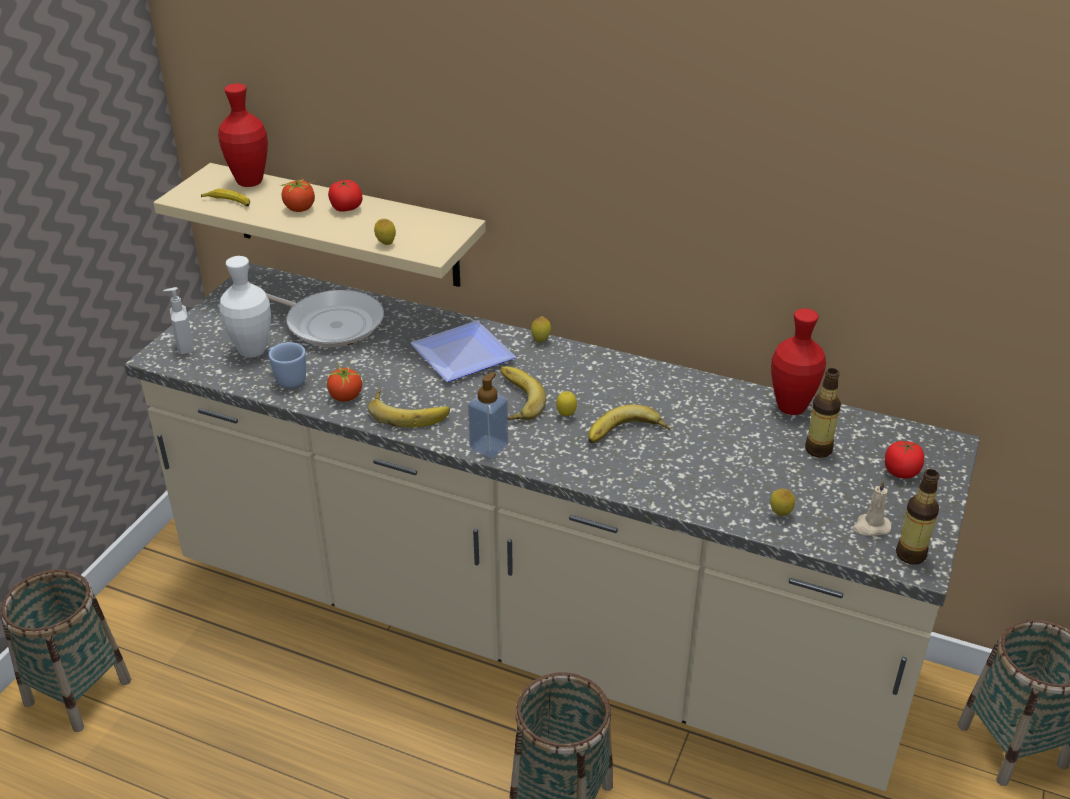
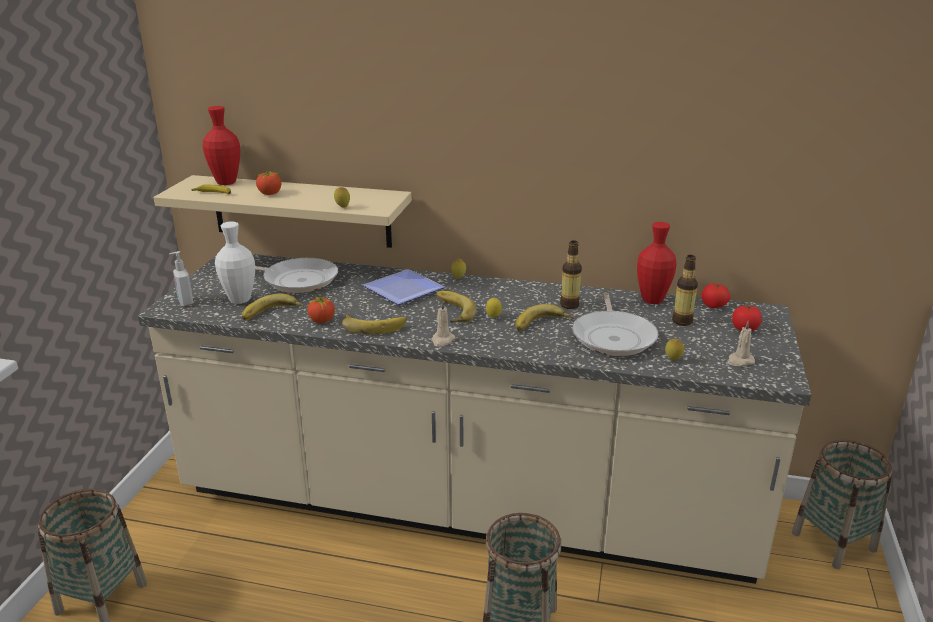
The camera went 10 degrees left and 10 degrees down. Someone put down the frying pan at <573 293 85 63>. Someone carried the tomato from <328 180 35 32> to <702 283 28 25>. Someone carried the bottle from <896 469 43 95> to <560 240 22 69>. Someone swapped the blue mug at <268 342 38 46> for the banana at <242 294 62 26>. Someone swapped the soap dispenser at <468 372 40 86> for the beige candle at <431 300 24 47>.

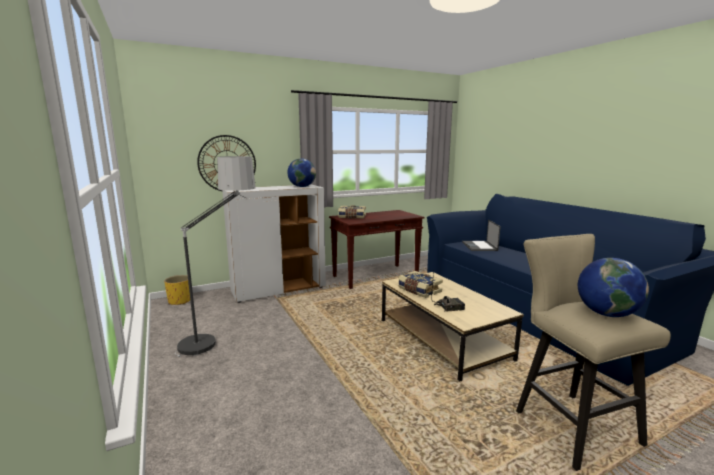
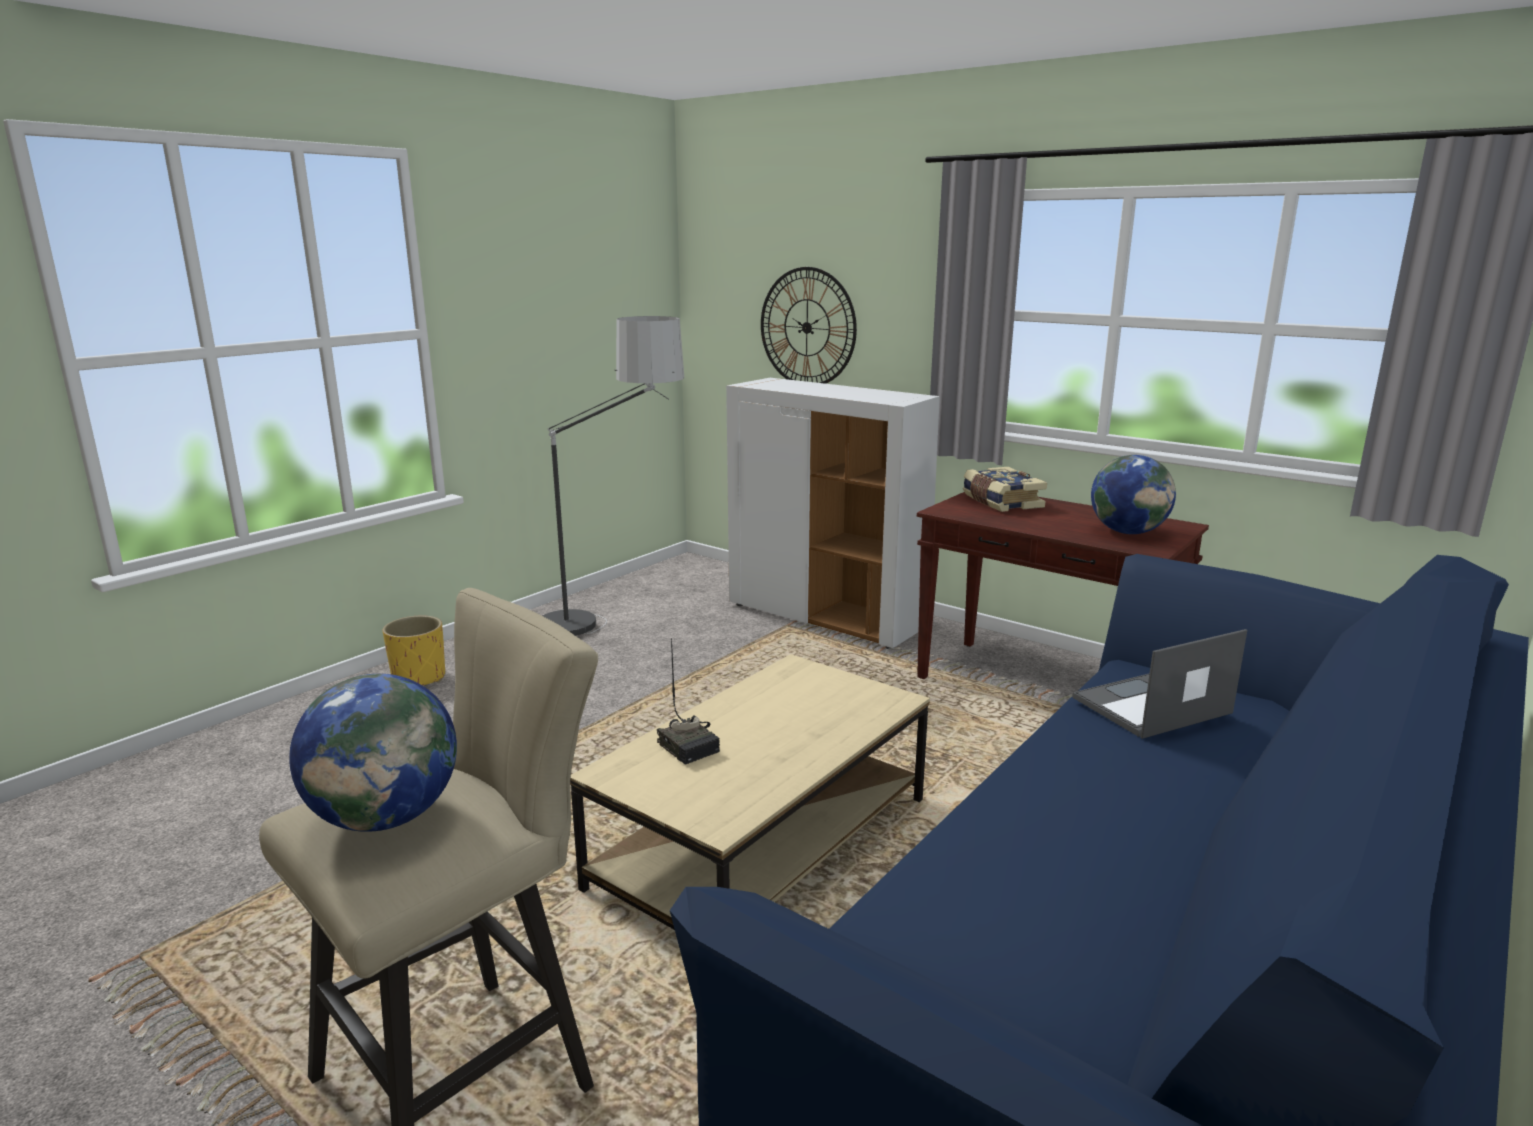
The camera went 65 degrees right and 5 degrees up. Someone took away the book at <398 271 45 27>. Someone carried the yellow planter from <164 275 26 30> to <383 616 62 69>. Someone carried the globe from <287 158 29 29> to <1091 455 85 79>.

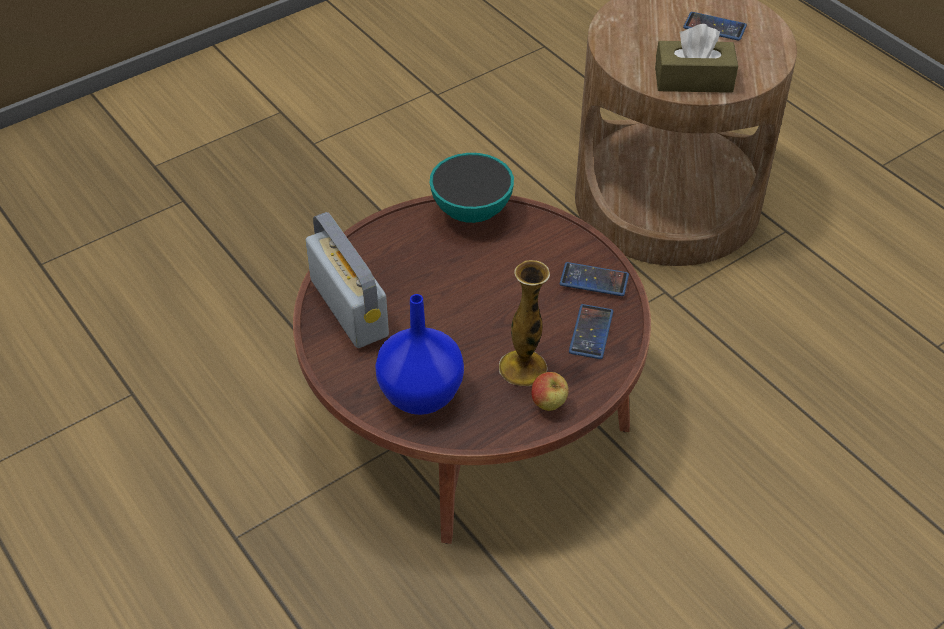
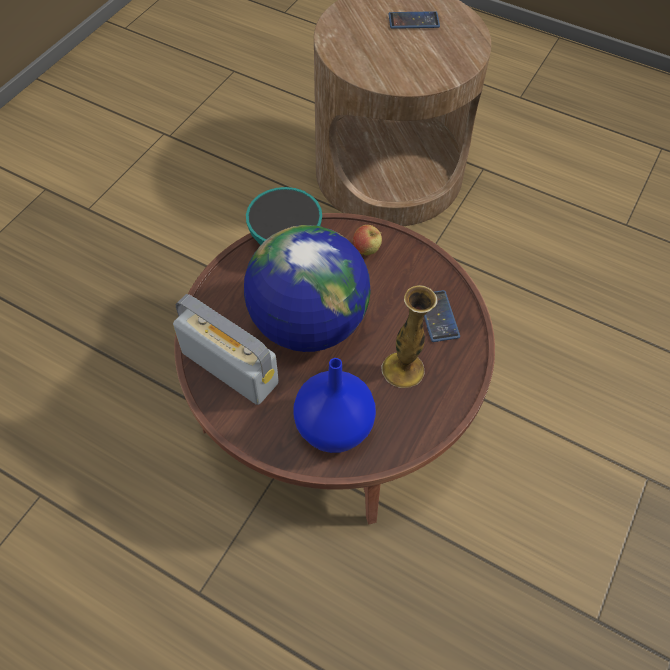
The camera went 25 degrees left and 10 degrees up. Someone took away the phone at <560 262 69 34>. Someone took away the brown tissue box at <655 24 83 69>. Someone put down the globe at <244 225 127 127>. Someone carried the apple from <531 372 38 39> to <353 225 29 30>.

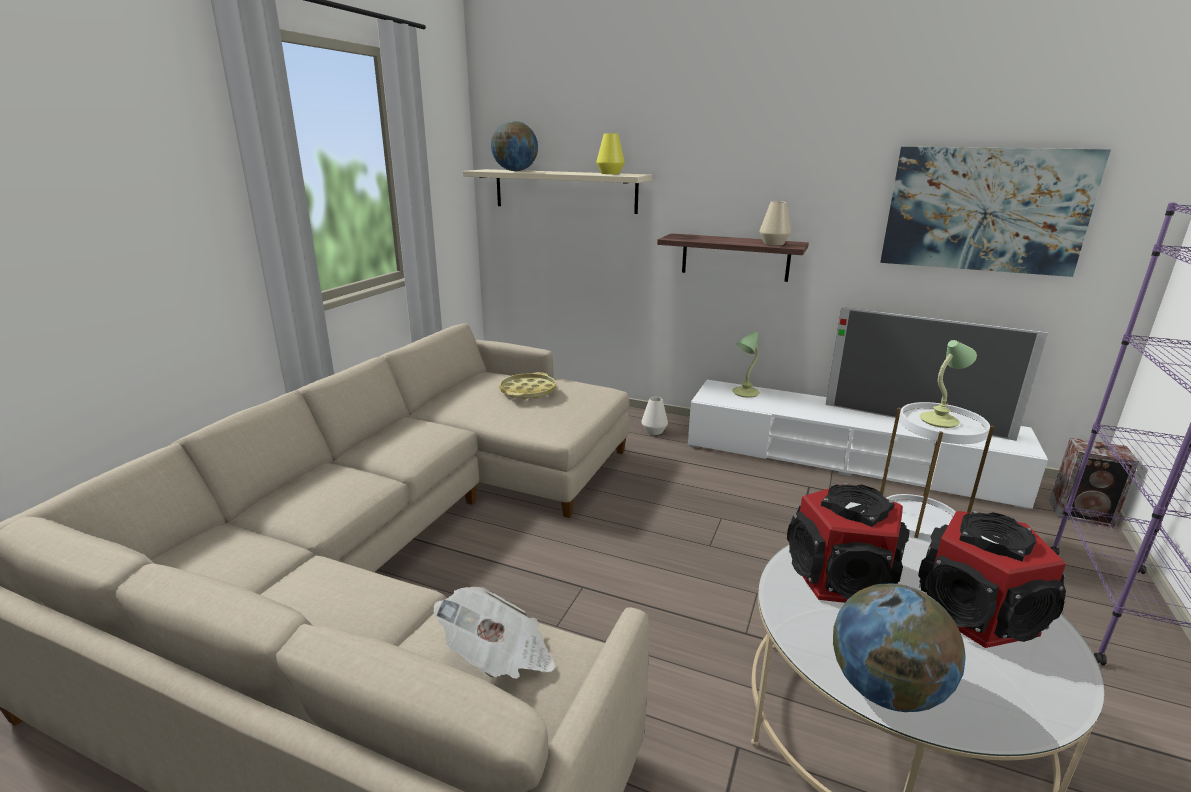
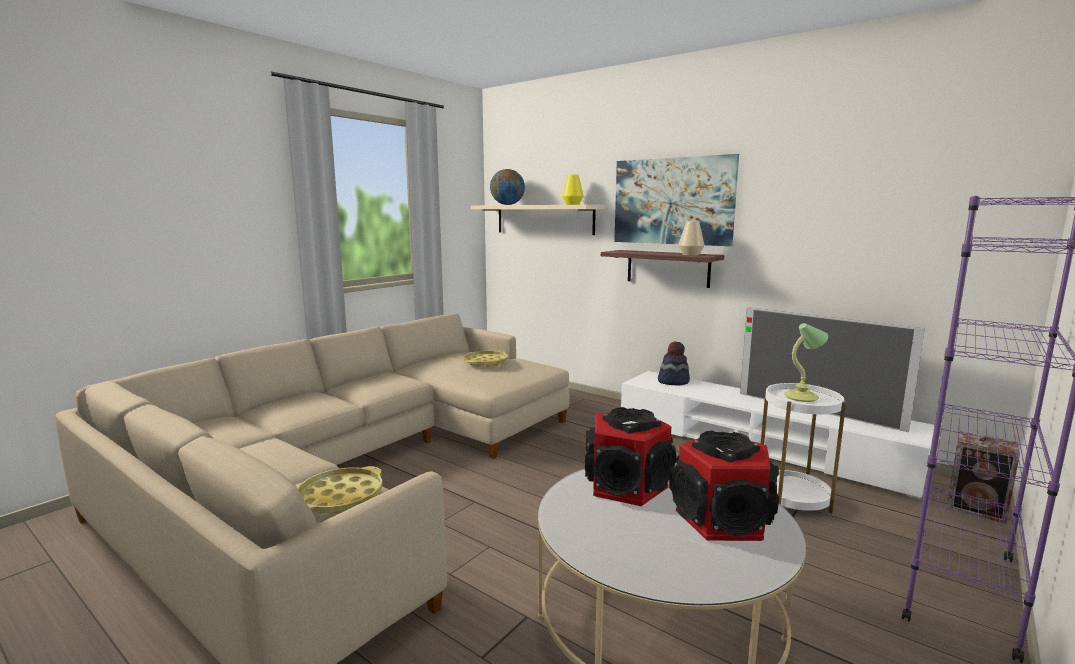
The camera went 15 degrees right and 10 degrees down. Someone took away the white vase at <641 397 27 38>. Someone took away the globe at <833 584 133 128>. Someone carried the picture from <880 147 231 130> to <614 154 125 92>. Someone swapped the newspaper at <434 587 122 92> for the yellow tray at <298 466 85 48>. Someone swapped the table lamp at <733 331 27 67> for the hat at <658 342 32 44>.

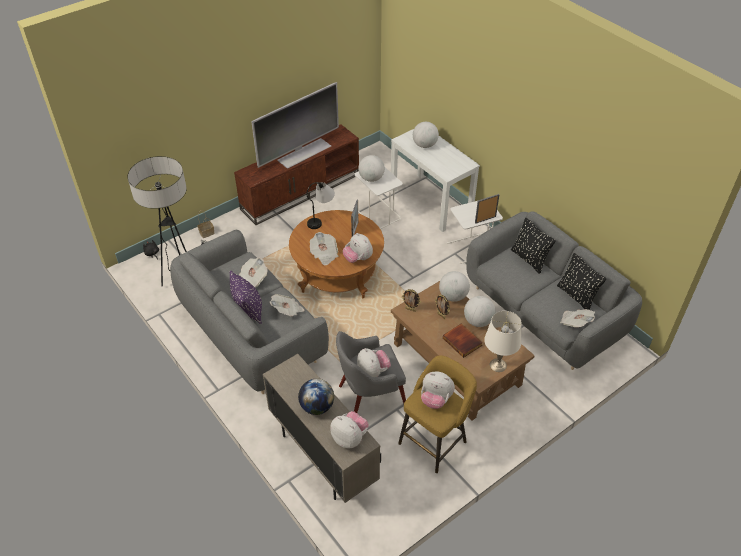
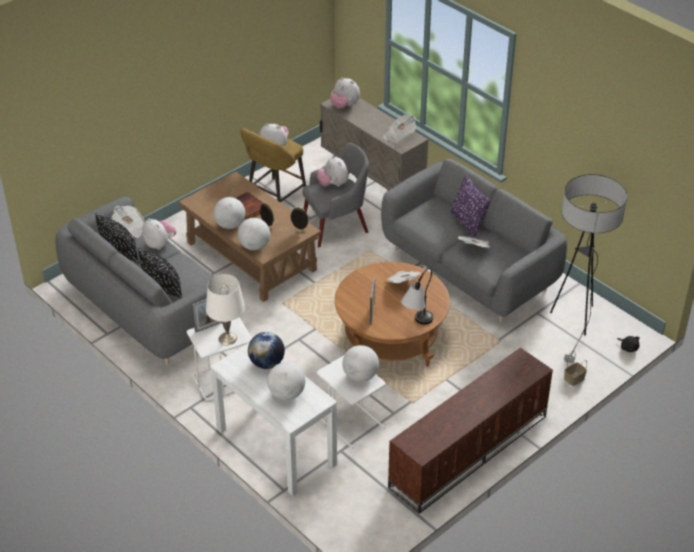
The camera went 175 degrees right and 5 degrees down. Someone took away the television at <252 82 87 87>. Someone carried the newspaper from <270 294 35 22> to <383 115 33 29>. Someone carried the globe from <298 379 36 36> to <248 332 37 37>. Someone carried the plush toy from <343 233 30 30> to <142 218 34 32>. Someone carried the white table lamp from <484 311 38 61> to <206 274 39 71>.

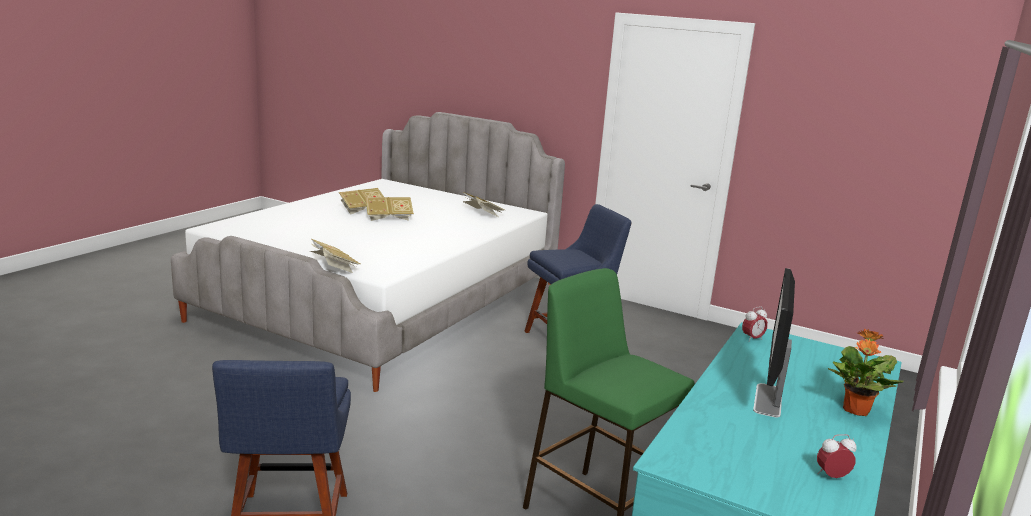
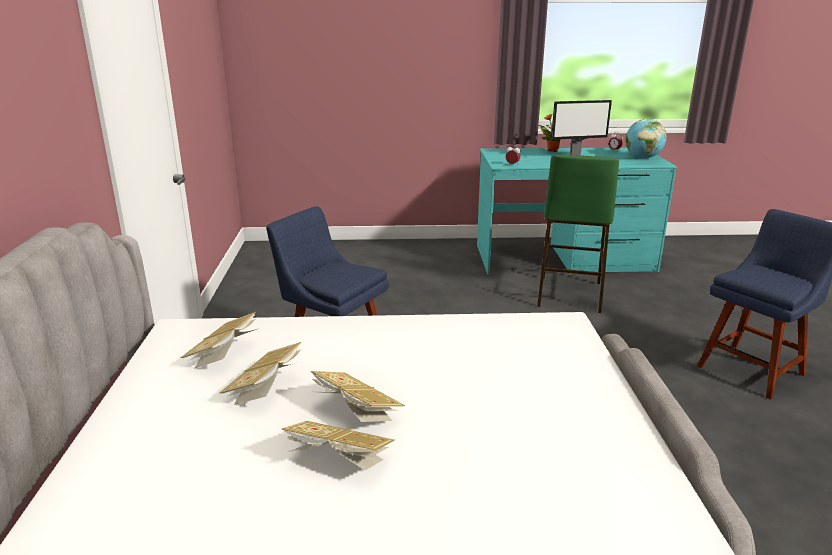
The camera went 120 degrees left and 5 degrees up. Someone put down the globe at <625 119 42 40>. Someone carried the book from <310 239 50 34> to <219 342 83 63>.

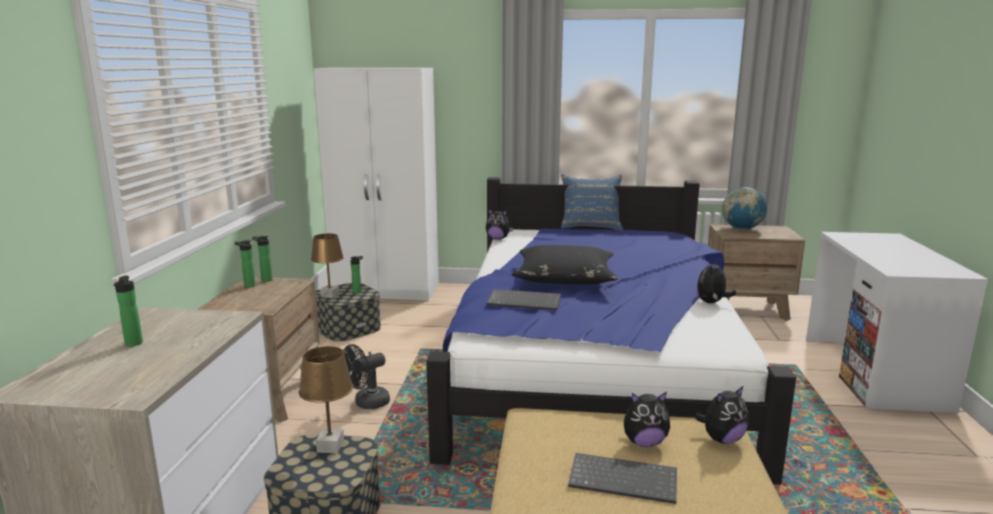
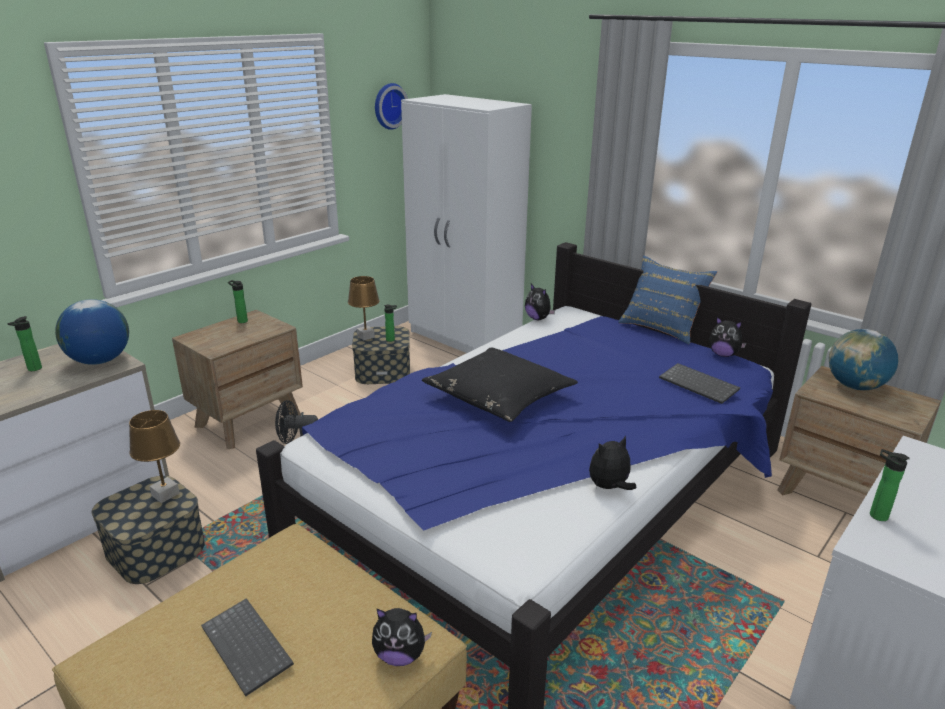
The camera went 35 degrees right and 10 degrees up. Someone put down the globe at <55 299 74 66>. Someone put up the wall clock at <375 83 33 47>. Someone carried the bottle from <252 236 20 46> to <870 449 40 72>. Someone carried the keyboard from <486 289 75 21> to <659 363 81 41>. Someone carried the plush toy from <624 392 46 55> to <709 317 37 40>.

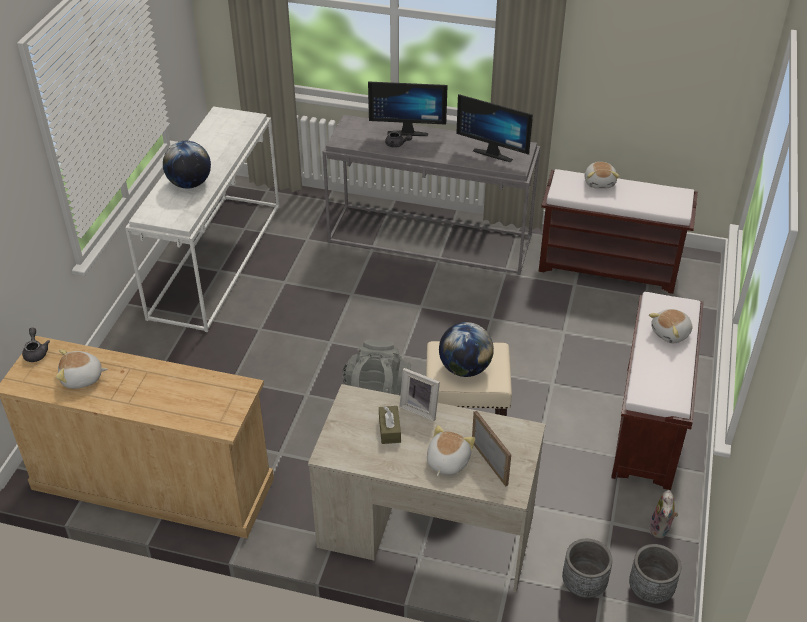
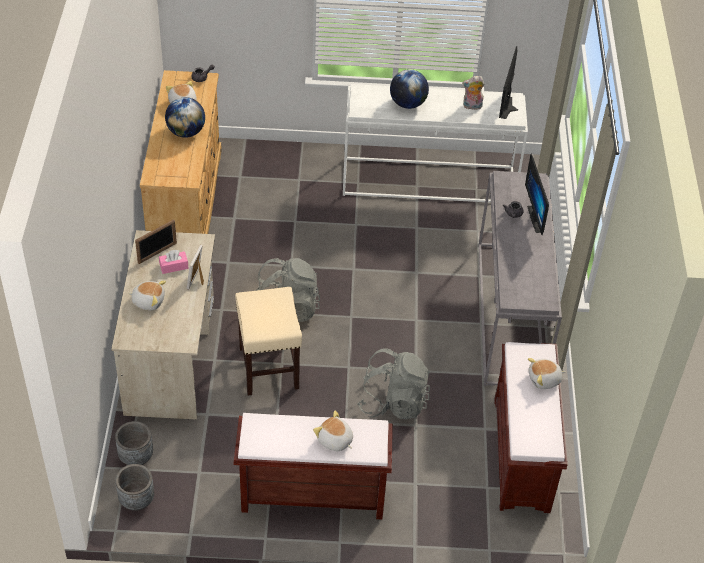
The camera went 75 degrees right and 5 degrees up. Someone put down the grey backpack at <357 348 73 71>. Someone carried the globe from <439 322 55 55> to <165 97 40 41>. Someone carried the monitor from <456 94 77 68> to <499 46 19 73>. Someone carried the picture frame from <472 411 39 76> to <135 219 42 45>. Someone carried the plush toy from <649 490 29 48> to <462 76 22 34>. Someone repainted the brown tissue box at <379 406 22 38>, which became the pink tissue box at <159 250 30 24>.

